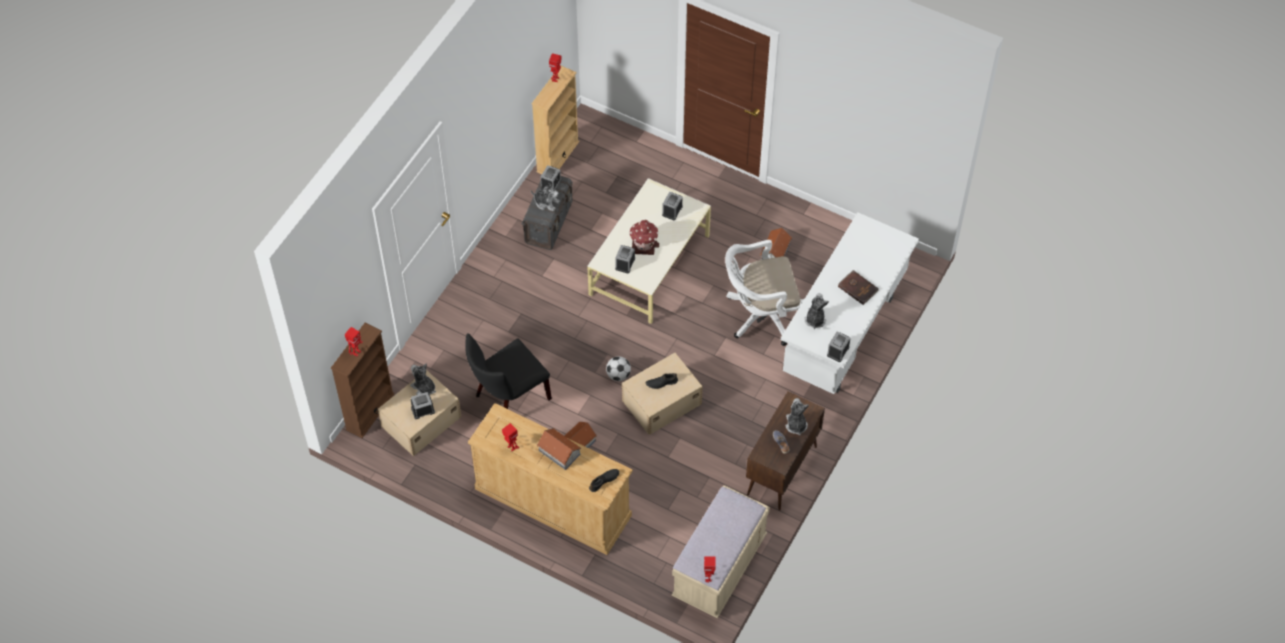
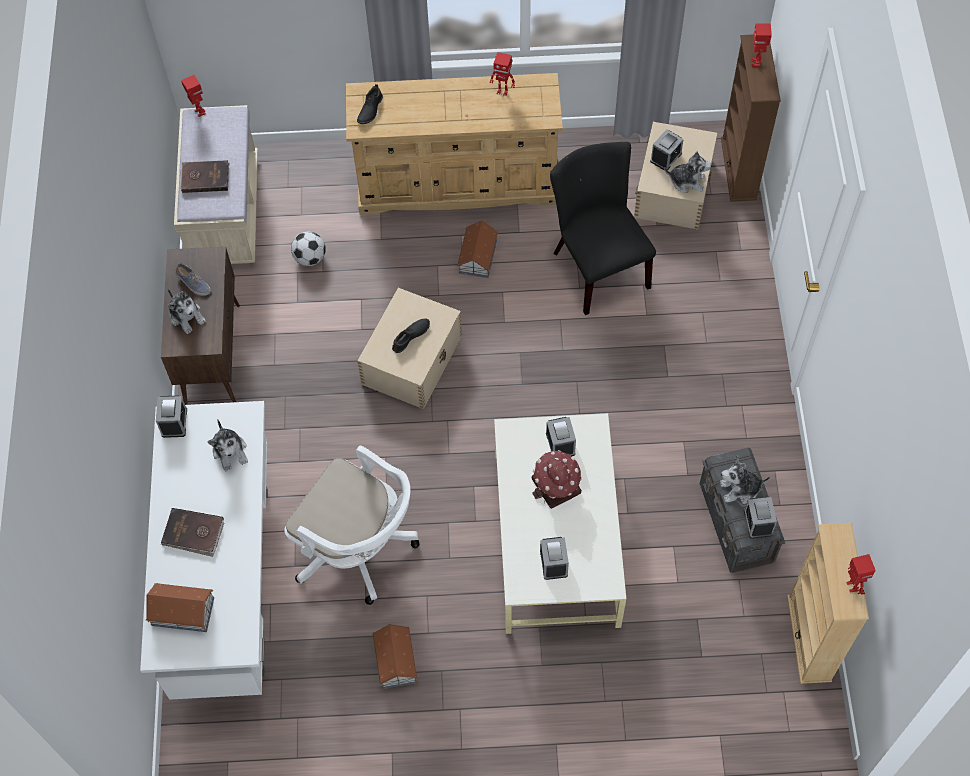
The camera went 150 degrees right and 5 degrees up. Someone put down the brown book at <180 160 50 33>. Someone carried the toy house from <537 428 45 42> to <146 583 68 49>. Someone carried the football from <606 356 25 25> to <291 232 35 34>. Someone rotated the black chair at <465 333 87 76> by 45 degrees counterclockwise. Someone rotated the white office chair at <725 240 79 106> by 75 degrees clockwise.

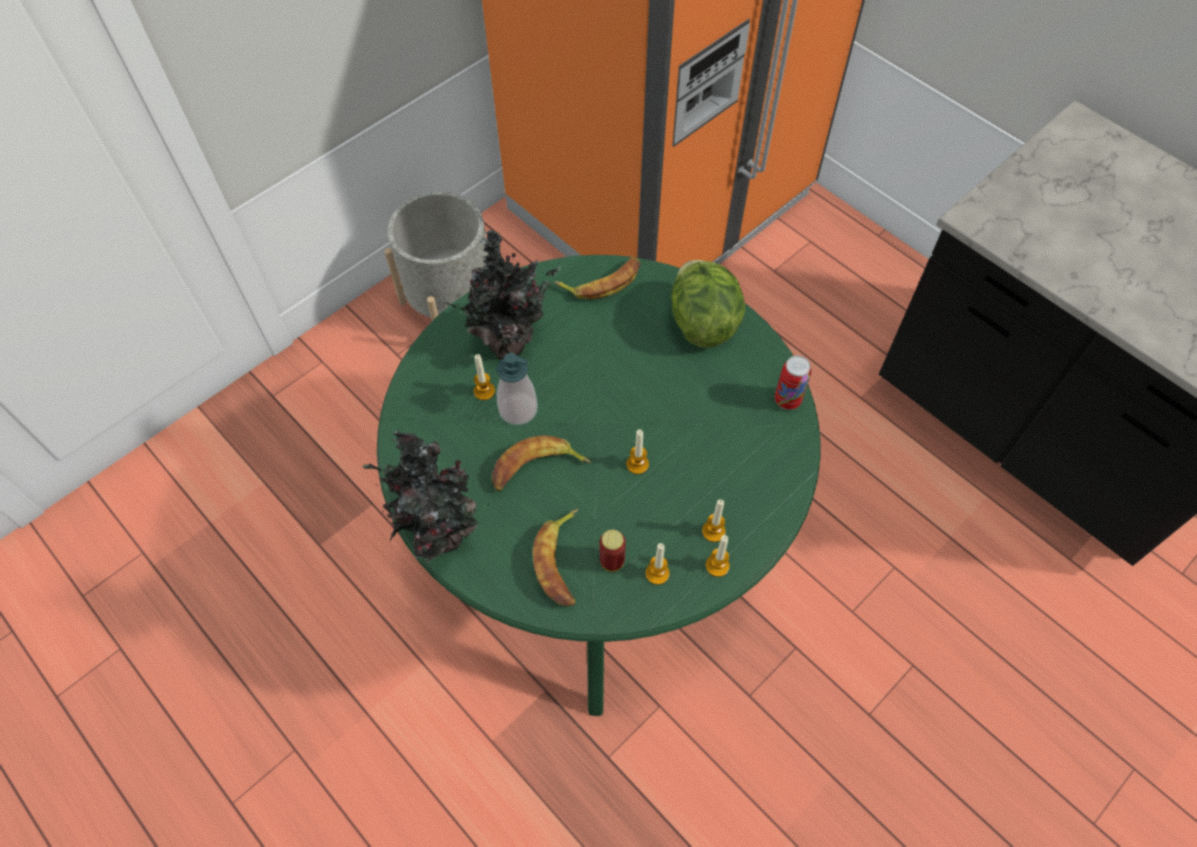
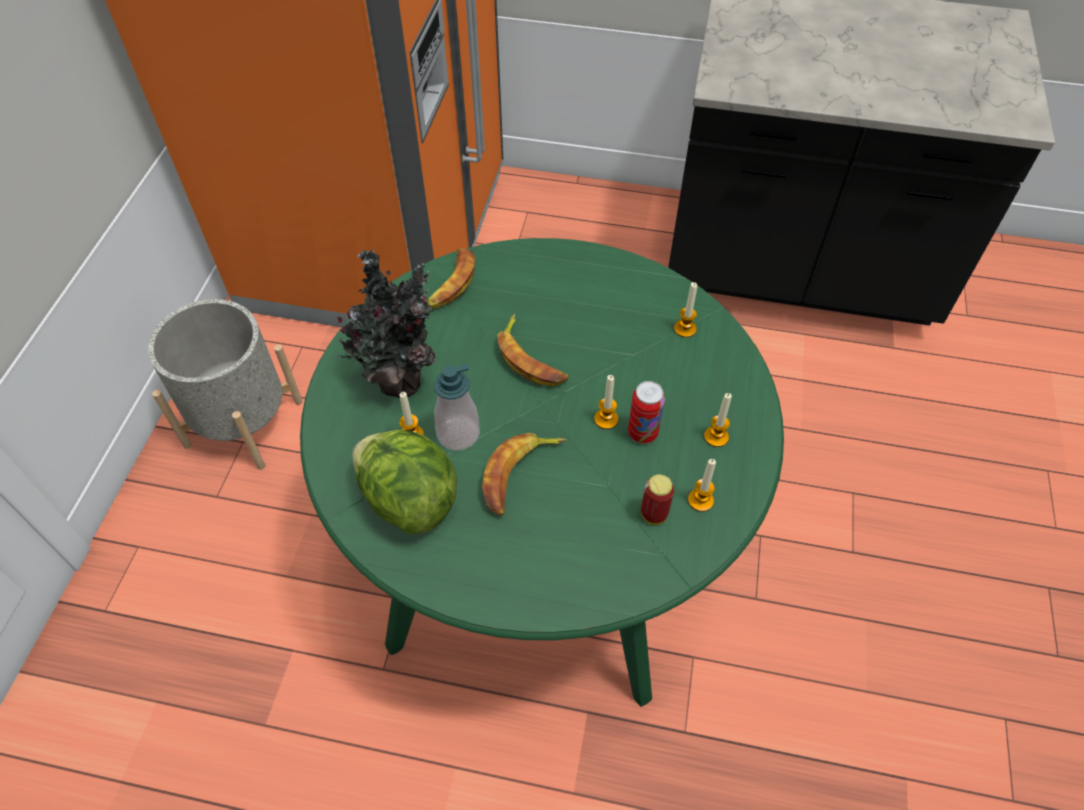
The camera went 35 degrees left and 5 degrees down. Someone took away the potted plant at <362 430 127 133>. Someone carried the banana from <533 509 46 97> to <498 314 71 72>. Someone carried the lettuce from <671 260 74 88> to <352 430 105 104>. Someone carried the candle from <706 535 24 42> to <674 282 23 55>. Someone carried the can from <775 356 36 54> to <628 381 37 63>.

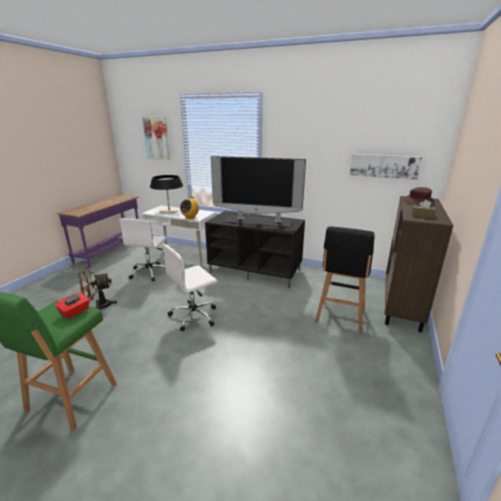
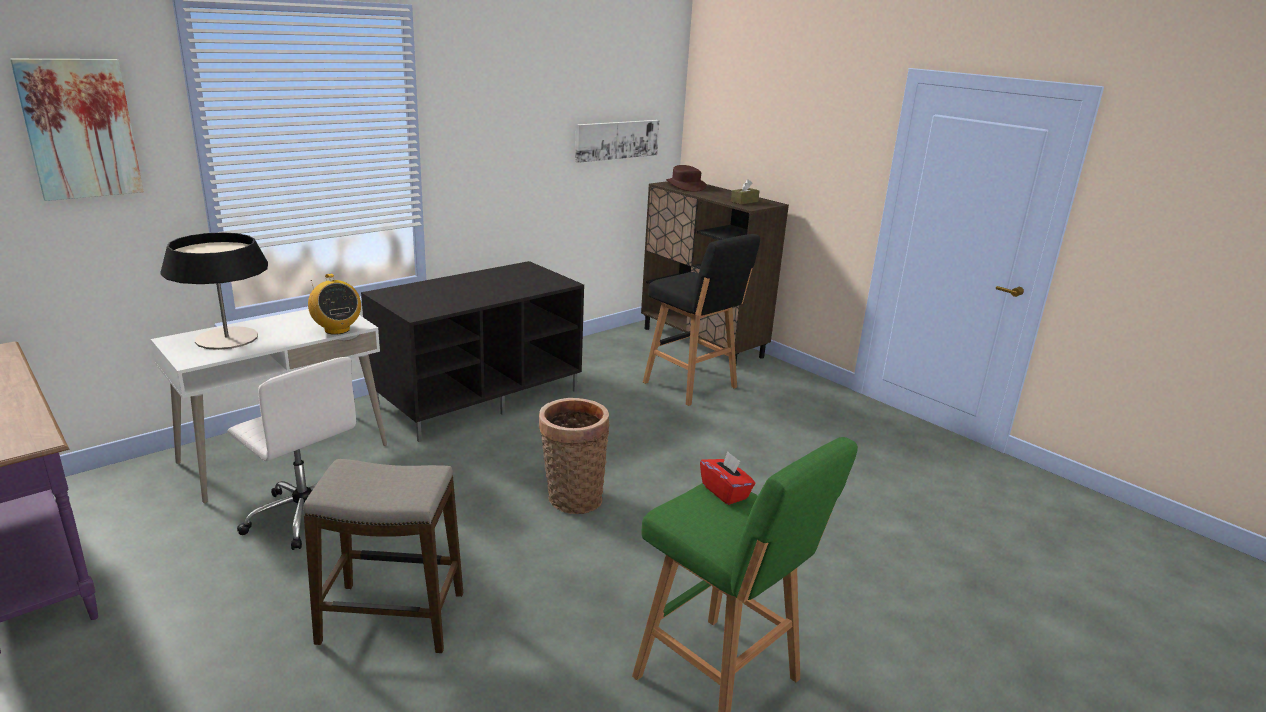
The camera went 65 degrees left and 0 degrees up. Someone took away the television at <211 156 95 72>. Someone swapped the brown fan at <78 268 39 42> for the stool at <303 459 160 194>. Someone swapped the white office chair at <162 244 56 87> for the basket at <539 398 71 116>.

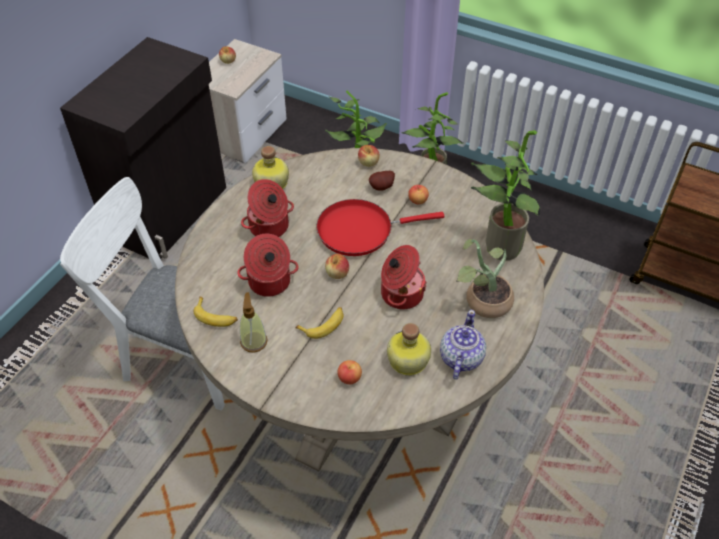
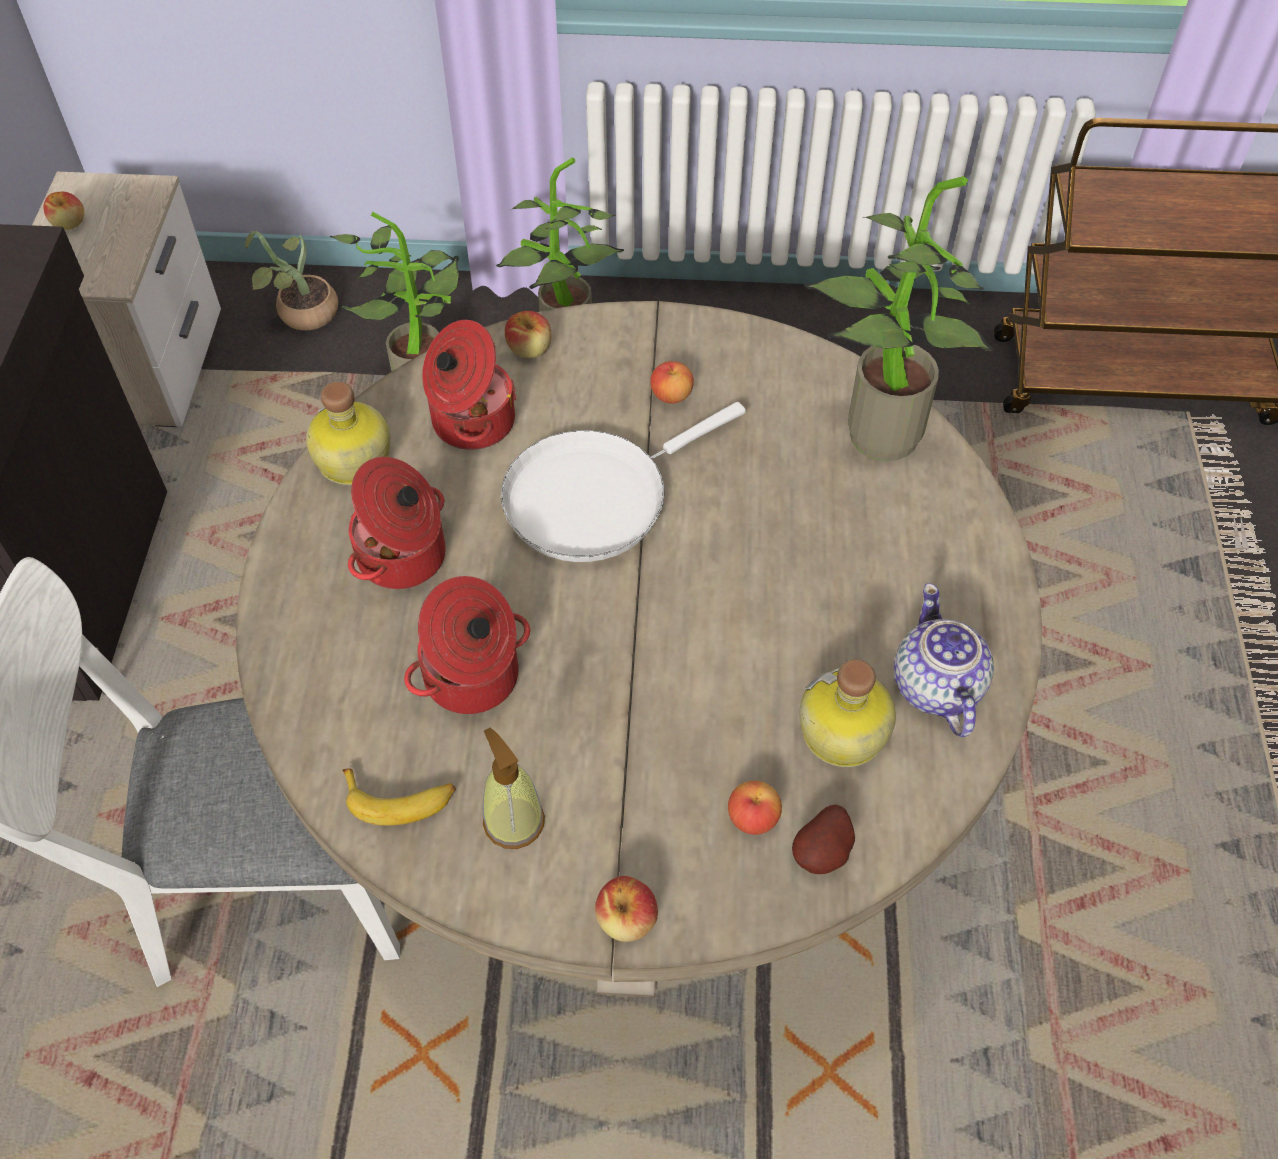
The camera went 25 degrees left and 5 degrees up. Someone took away the banana at <295 307 49 32>. Someone carried the apple from <325 254 24 25> to <595 876 63 66>. Someone carried the potato from <369 171 26 20> to <792 805 63 69>. Someone carried the cooking pot from <381 245 46 65> to <422 320 95 130>. Someone carried the potted plant from <456 239 58 79> to <245 231 93 100>. Someone repainted the red frying pan at <316 199 128 57>, which became the white frying pan at <501 402 245 160>.

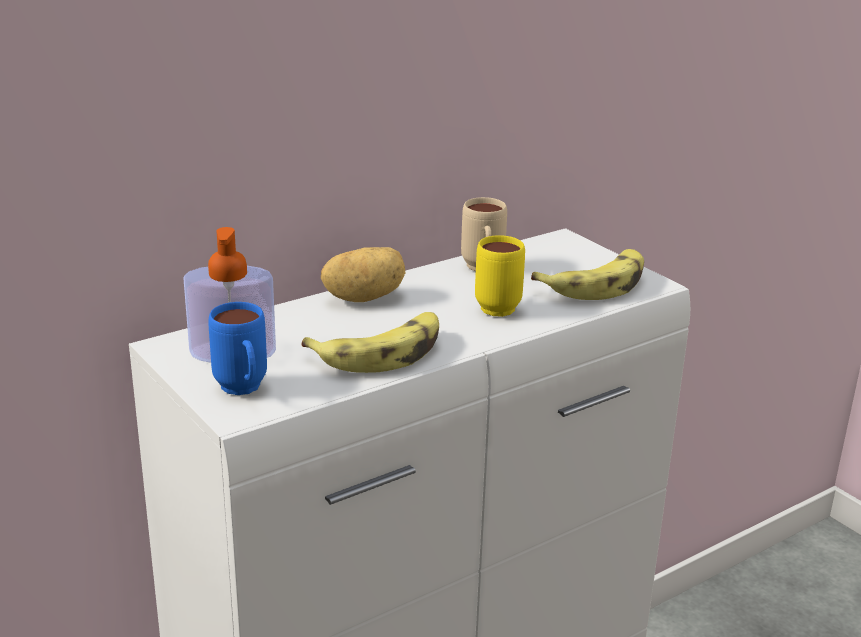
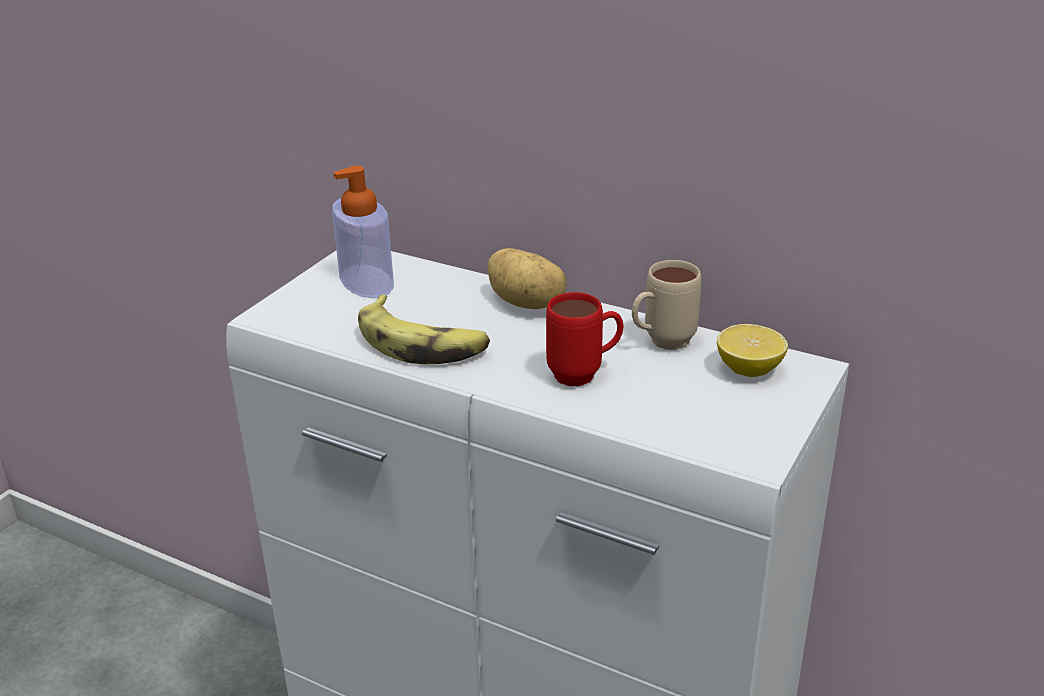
The camera went 65 degrees right and 5 degrees up. Someone took away the blue mug at <208 302 59 93>. Someone took away the banana at <531 249 113 51>. Someone put down the lemon at <717 324 71 53>. Someone repainted the yellow mug at <475 235 50 82>, which became the red mug at <546 292 78 94>.

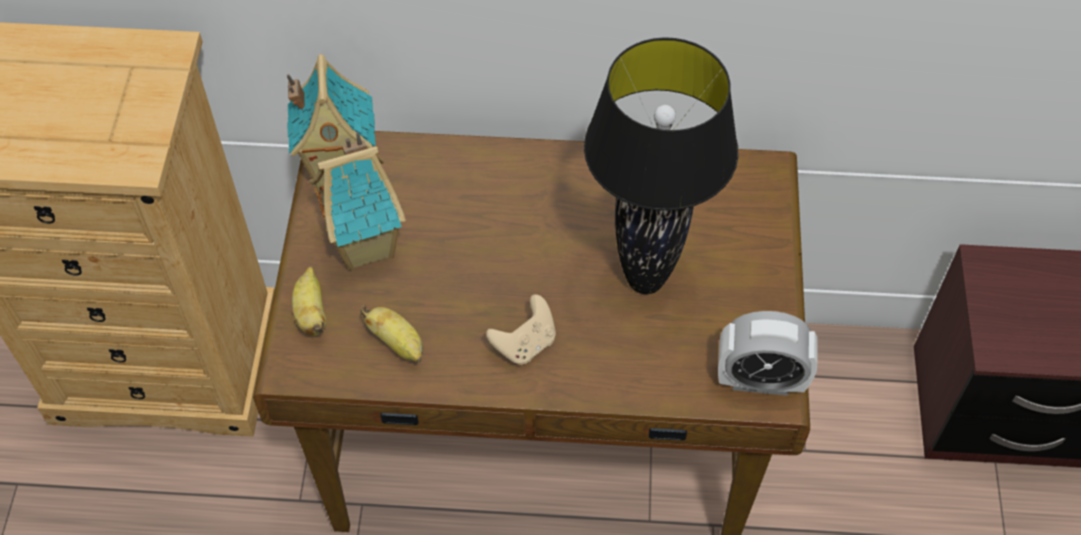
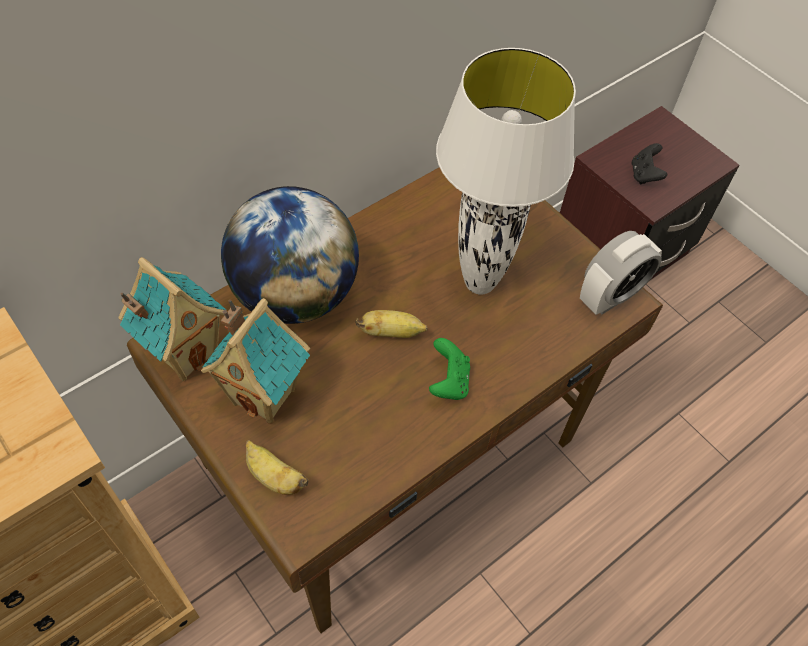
The camera went 45 degrees left and 0 degrees up. Someone put down the globe at <221 186 138 138>. Someone put down the black game controller at <631 143 36 41>. Someone carried the banana from <360 305 63 58> to <355 310 73 28>. Someone repainted the beige game controller at <486 294 70 71>, which became the green game controller at <429 338 41 62>. Someone repainted the black table lamp at <584 37 154 257>, which became the white table lamp at <436 48 140 247>.

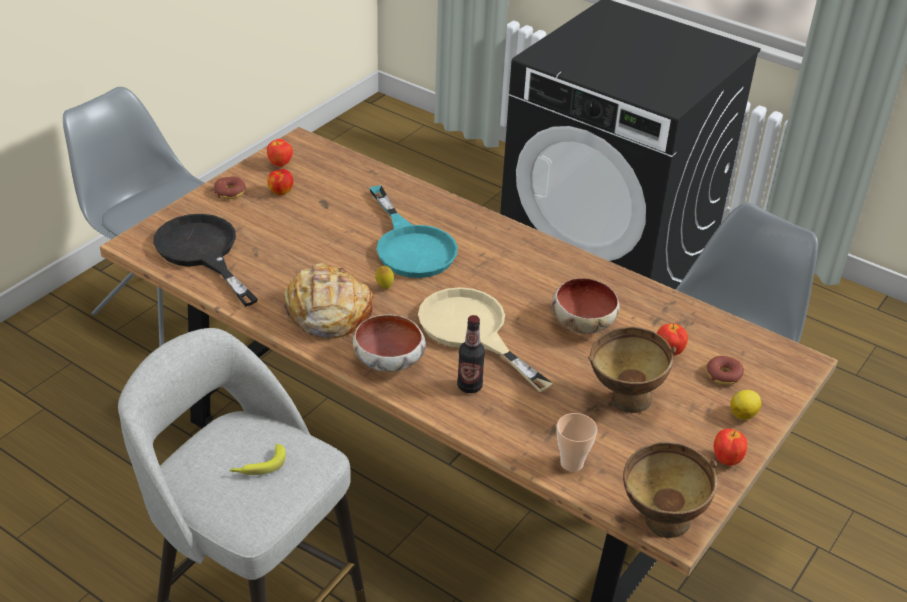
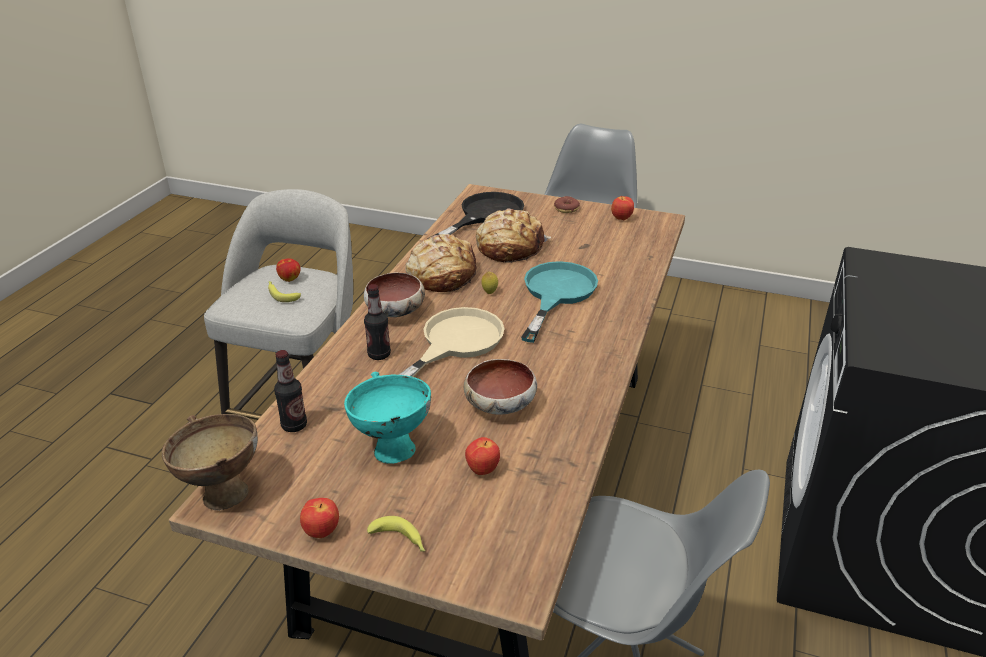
The camera went 75 degrees right and 5 degrees down. Someone took away the donut at <707 356 37 29>. Someone put down the bread at <476 208 75 55>. Someone carried the apple from <267 169 26 26> to <276 258 24 24>. Someone swapped the cup at <556 413 42 59> for the bottle at <274 350 33 82>. Someone swapped the lemon at <730 390 31 30> for the banana at <367 516 58 36>. Someone repainted the brown bowl at <588 327 88 86>, which became the turquoise bowl at <344 371 87 93>. Someone rotated the turquoise frying pan at <370 185 88 93> by 150 degrees clockwise.

